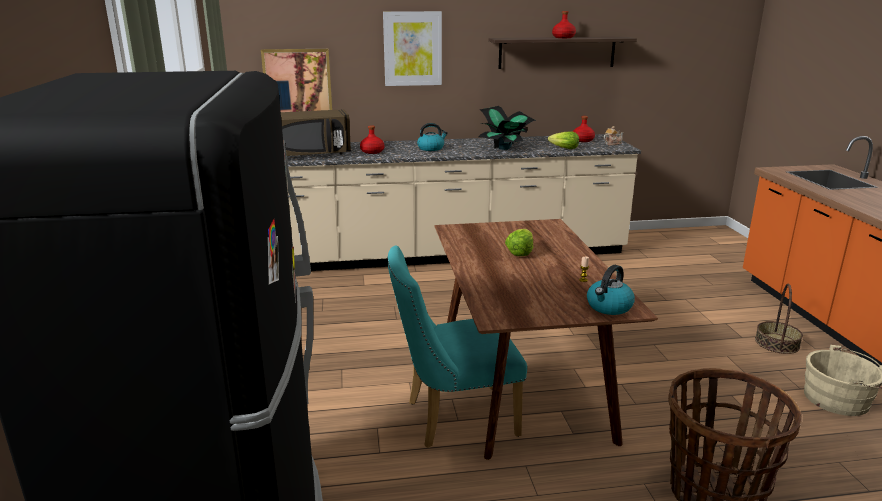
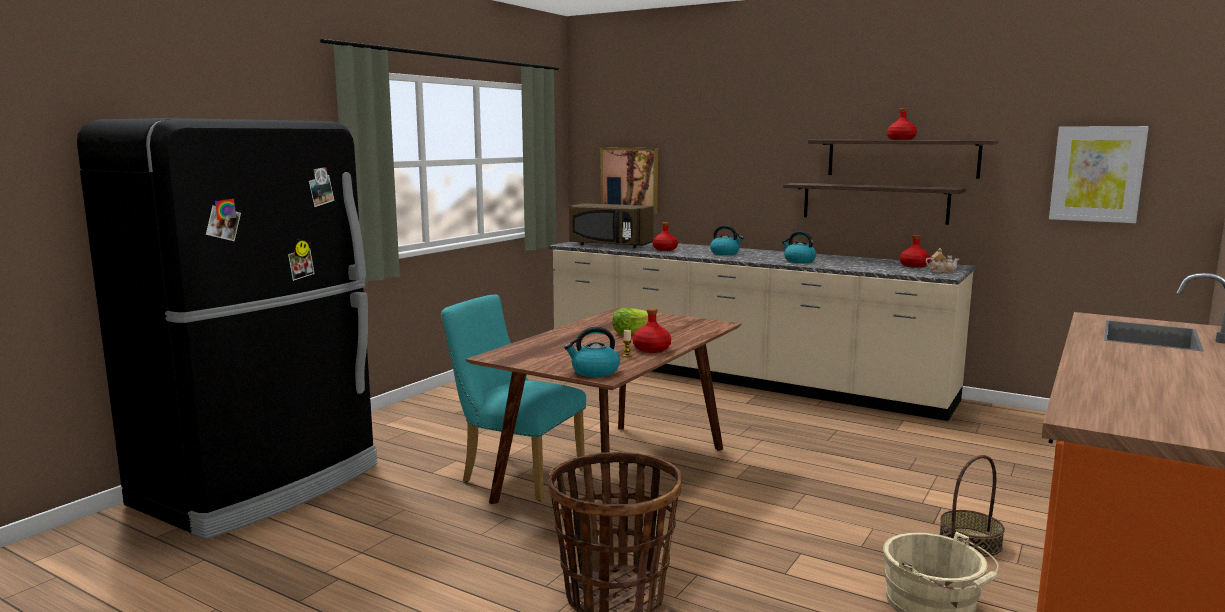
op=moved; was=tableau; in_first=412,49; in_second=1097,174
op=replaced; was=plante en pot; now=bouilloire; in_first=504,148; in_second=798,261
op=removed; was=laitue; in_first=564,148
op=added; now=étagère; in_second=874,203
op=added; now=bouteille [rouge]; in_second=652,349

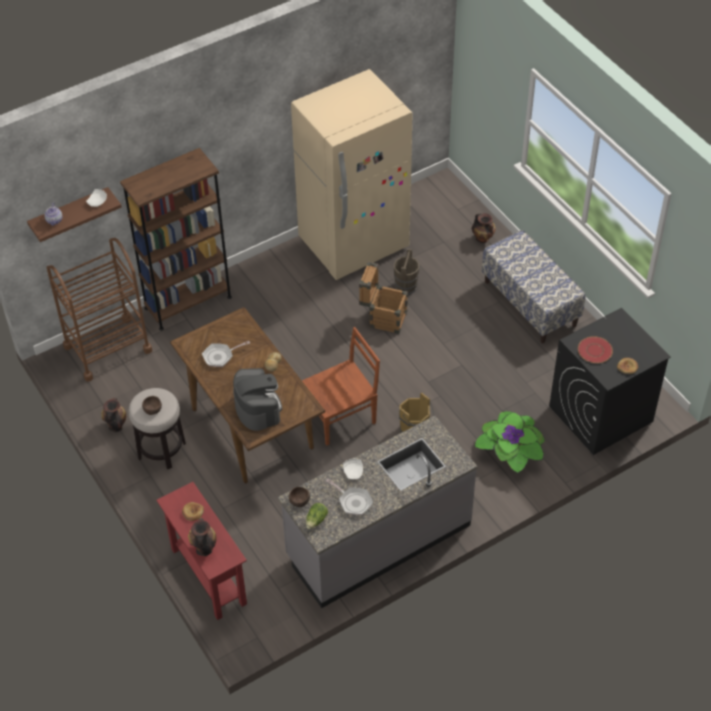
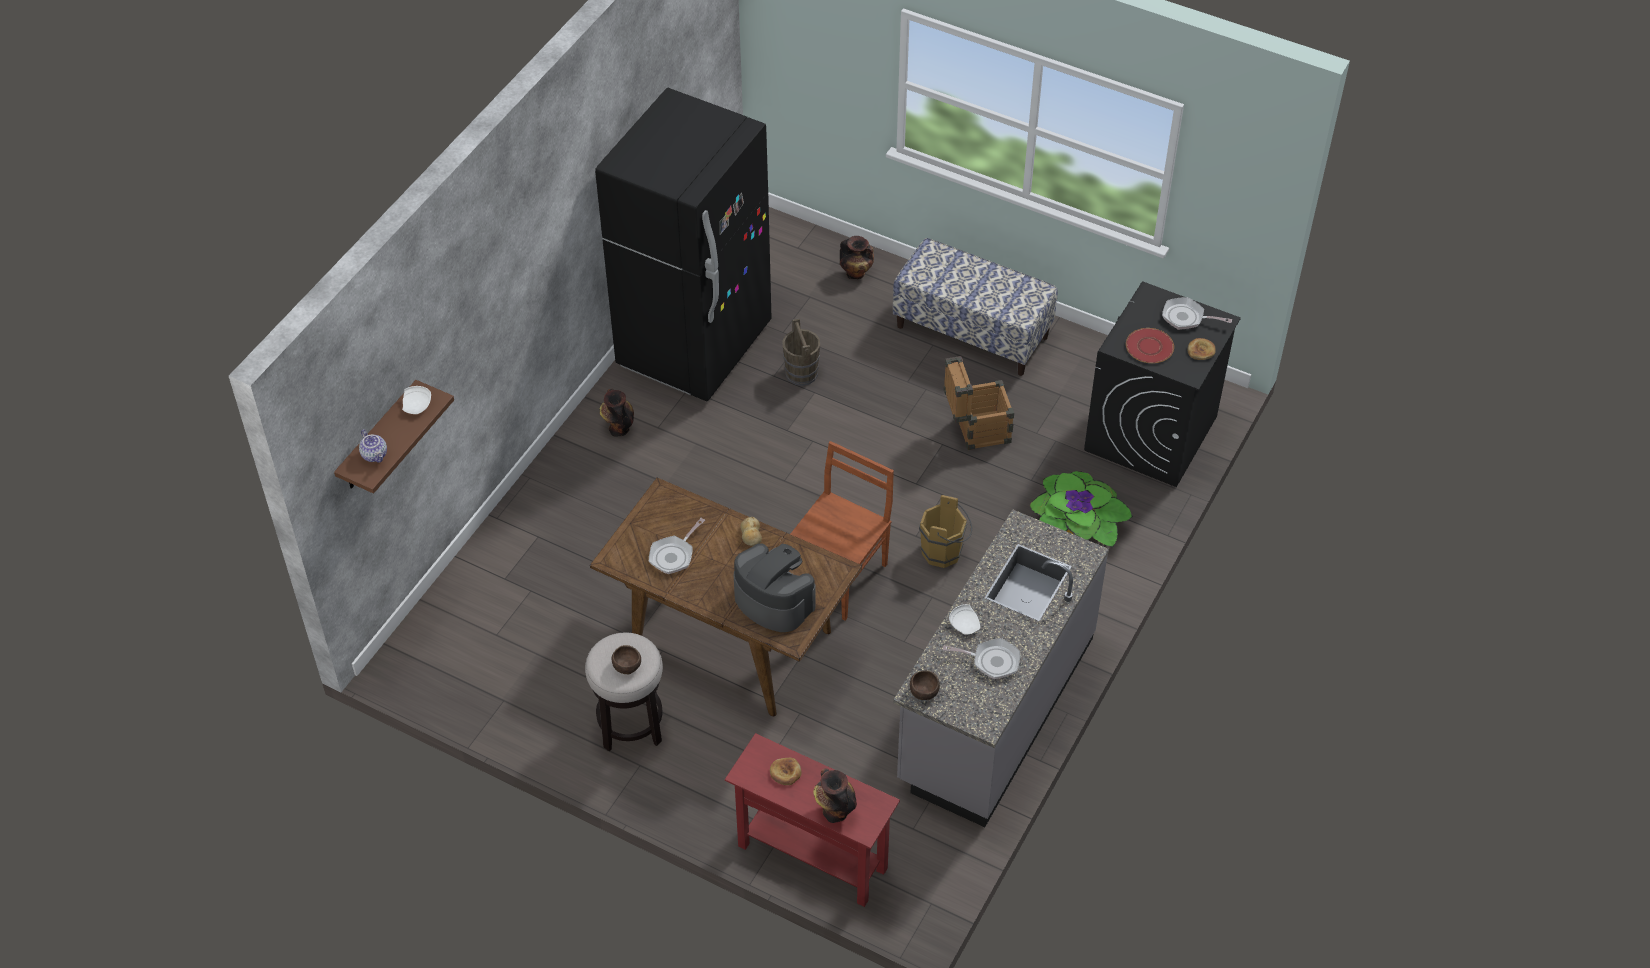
op=recoloured; was=réfrigérateur [beige]; now=réfrigérateur [noir]; in_first=354,244; in_second=694,345
op=removed; was=bibliothèque [marron]; in_first=188,302
op=removed; was=chariot [marron]; in_first=107,348
op=moved; was=caisse; in_first=383,318; in_second=975,431
op=moved; was=vase; in_first=116,425; in_second=618,428
op=removed; was=laitue; in_first=316,520
op=added; now=poêle; in_second=1186,317

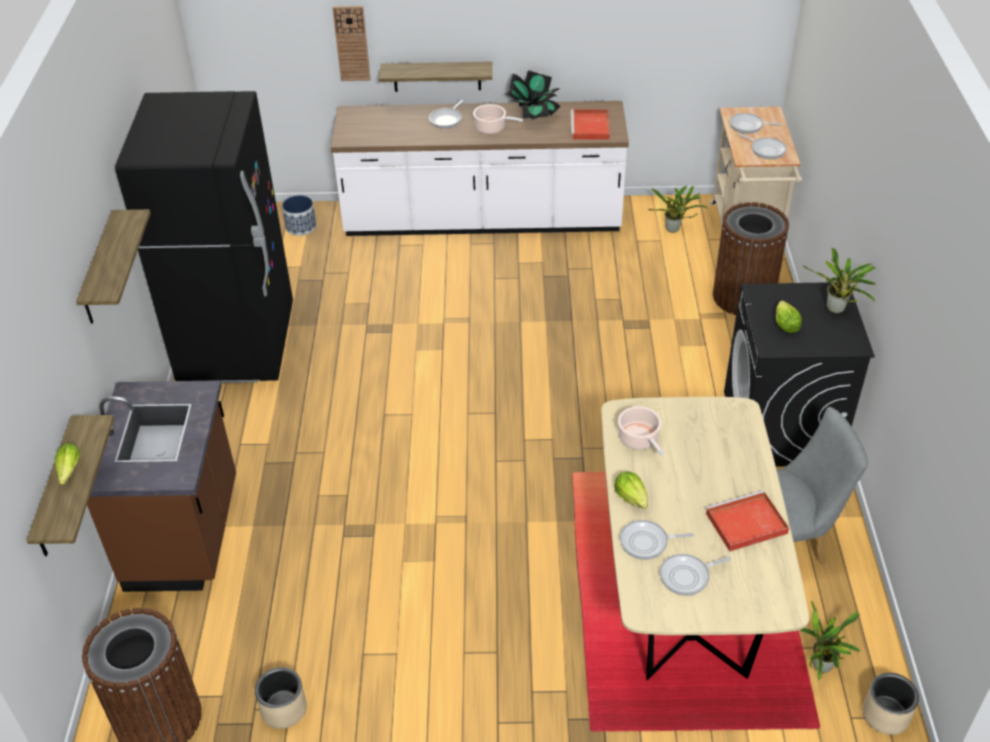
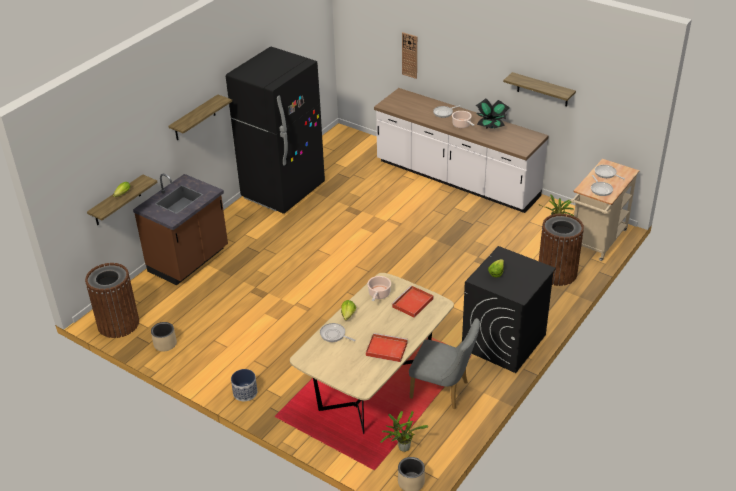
op=moved; was=étagère; in_first=437,76; in_second=542,90
op=moved; was=plateau [rouge]; in_first=590,127; in_second=412,303
op=moved; was=cache-pot; in_first=300,227; in_second=245,392
op=removed; was=plante en pot; in_first=836,310
op=removed; was=poêle; in_first=687,576

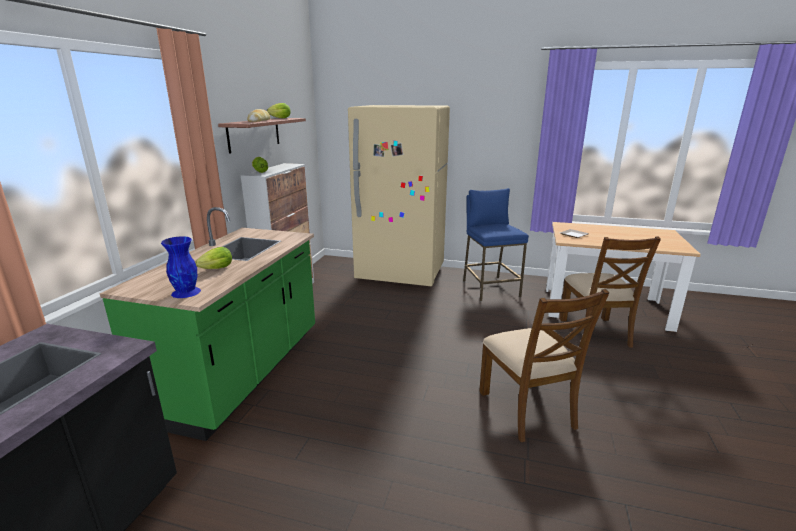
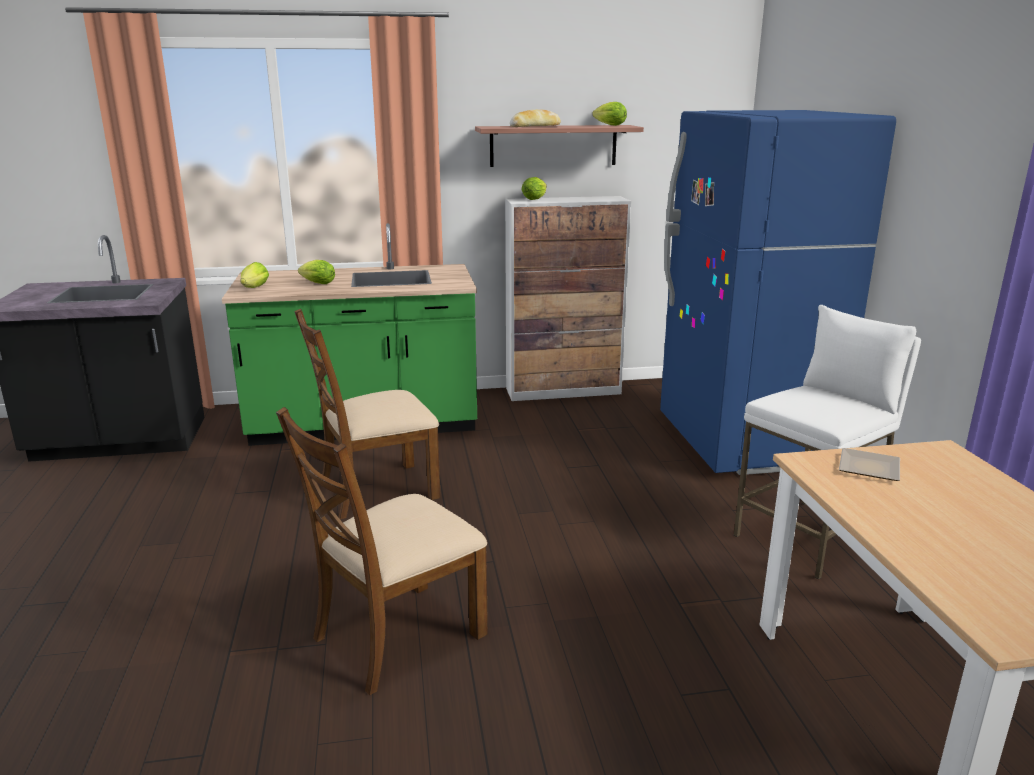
op=recoloured; was=réfrigérateur [beige]; now=réfrigérateur [bleu]; in_first=400,274; in_second=742,442
op=recoloured; was=tabouret [bleu]; now=tabouret [blanc]; in_first=490,288; in_second=809,537
op=replaced; was=vase [bleu]; now=laitue; in_first=186,292; in_second=254,288
op=moved; was=chaise [marron]; in_first=595,332; in_second=376,490

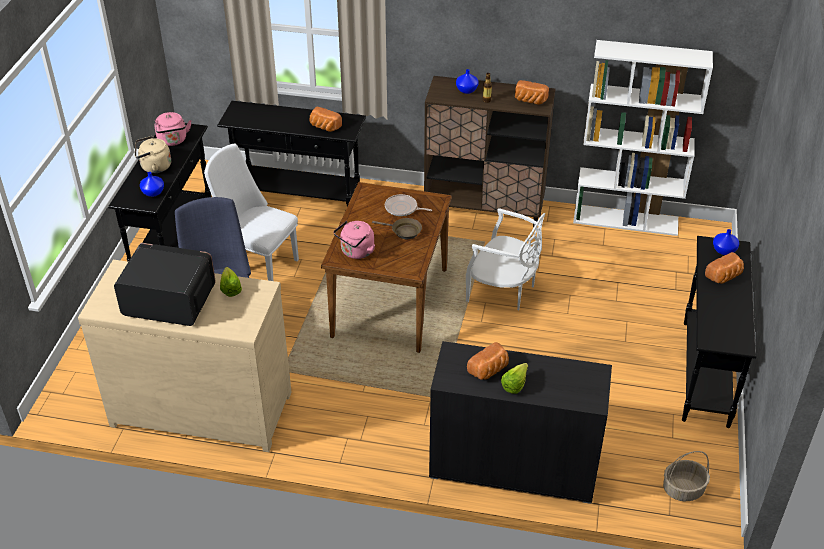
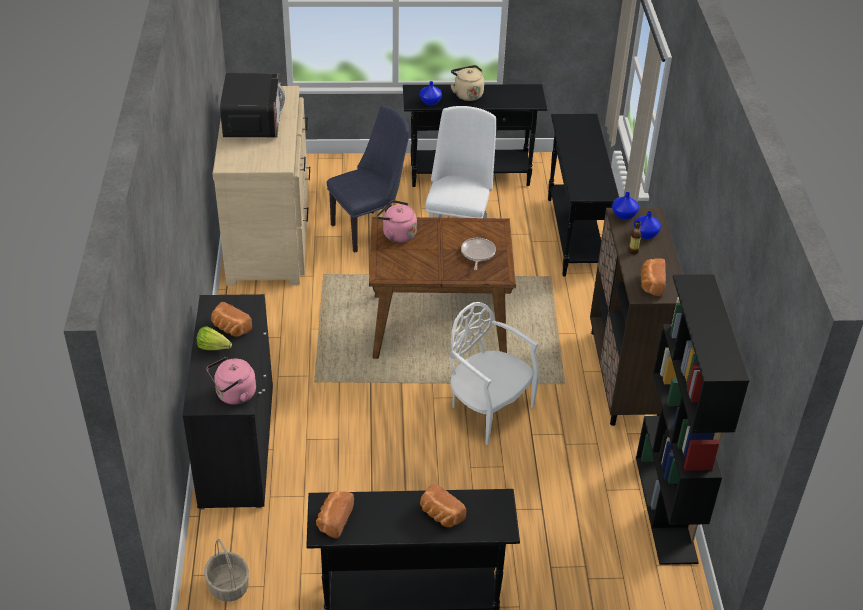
op=recoloured; was=bibliothèque [blanc]; now=bibliothèque [noir]; in_first=626,220; in_second=666,509
op=moved; was=pain; in_first=324,127; in_second=334,520
op=moved; was=bouilloire [rose]; in_first=173,141; in_second=234,395
op=turned; was=chaise [blanc]; in_first=503,291; in_second=488,409; clockwise=120
op=removed; was=poêle [marron]; in_first=404,231
op=moved; was=vase [bleu]; in_first=723,250; in_second=624,215
op=removed; was=laitue; in_first=231,287

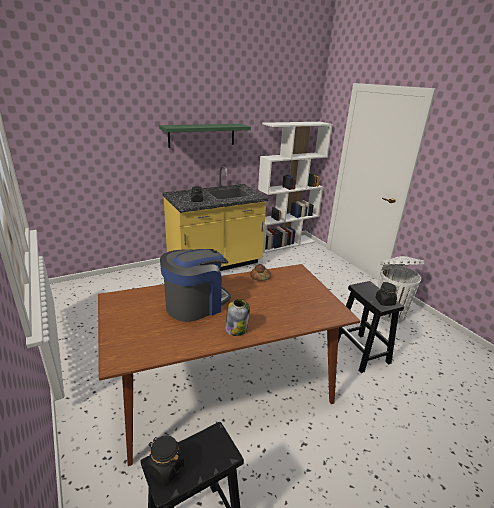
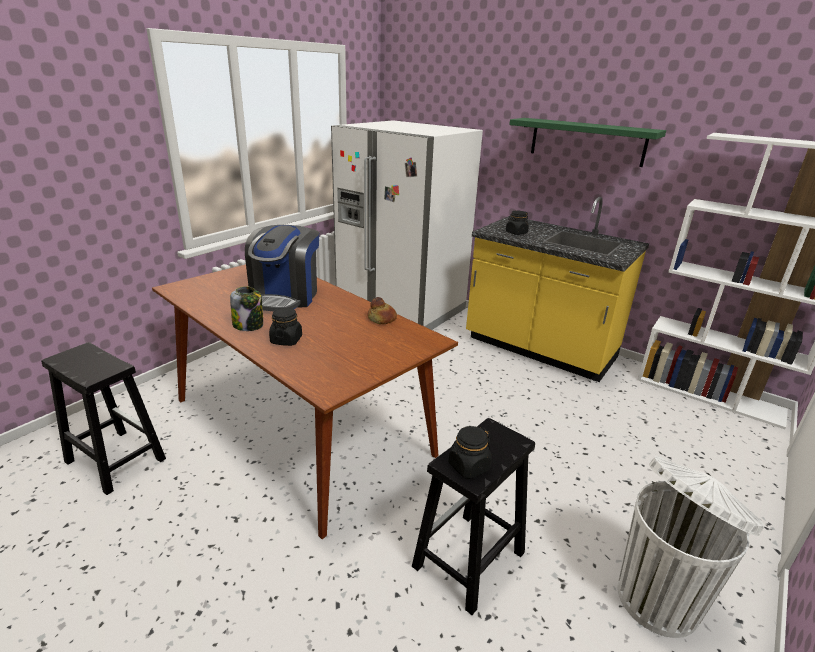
op=turned; was=machine à café; in_first=196,304; in_second=285,297; clockwise=75
op=moved; was=bocal [noir]; in_first=166,468; in_second=286,340
op=added; now=réfrigérateur [blanc]; in_second=401,309

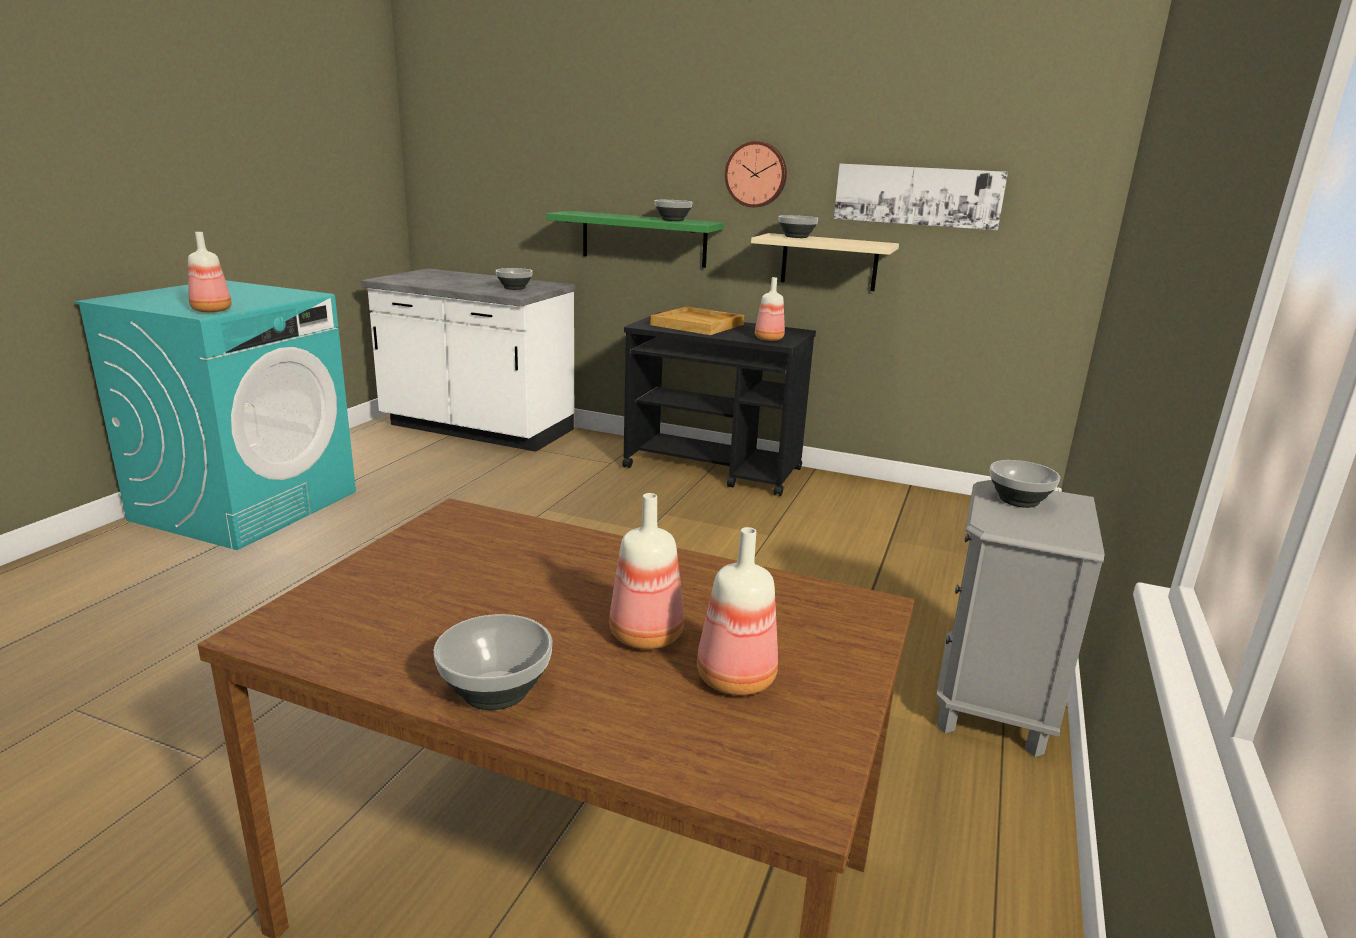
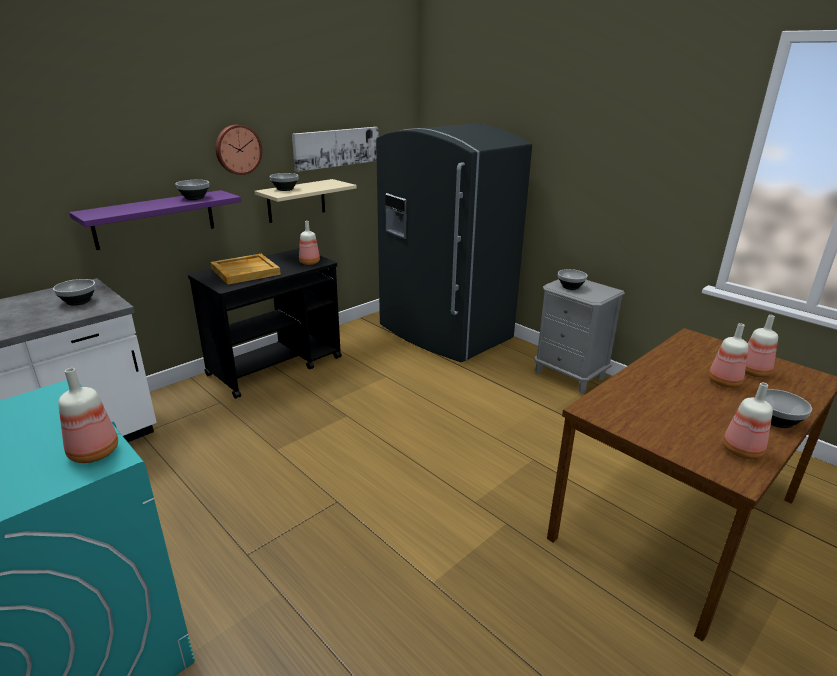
op=recoloured; was=étagère [vert]; now=étagère [violet]; in_first=643,239; in_second=155,219
op=added; now=réfrigérateur [gris]; in_second=443,333
op=added; now=bouteille; in_second=740,451

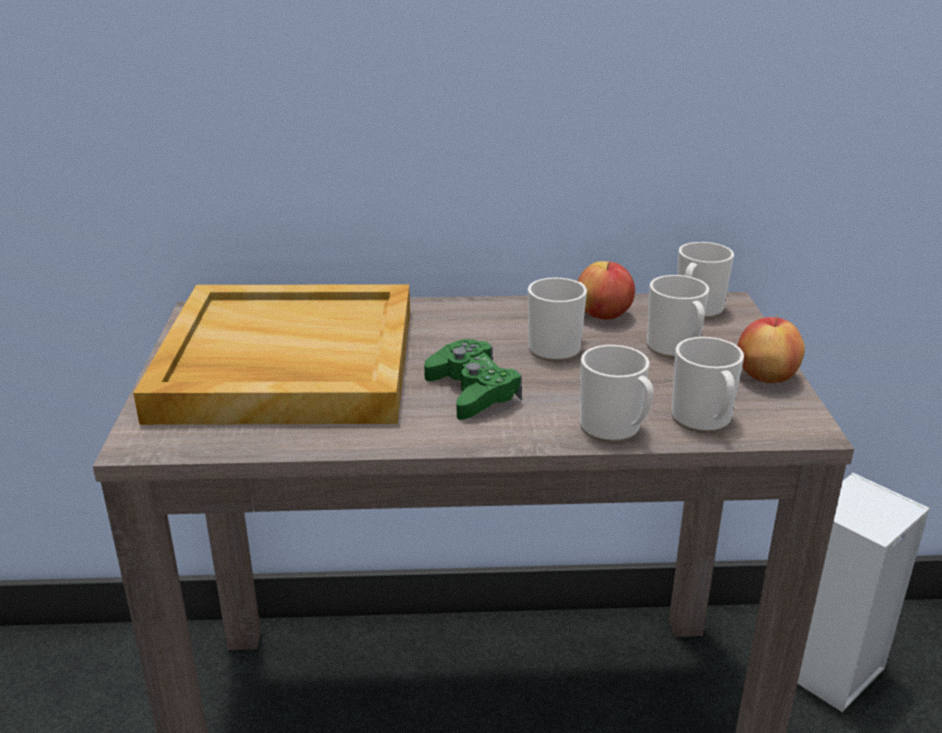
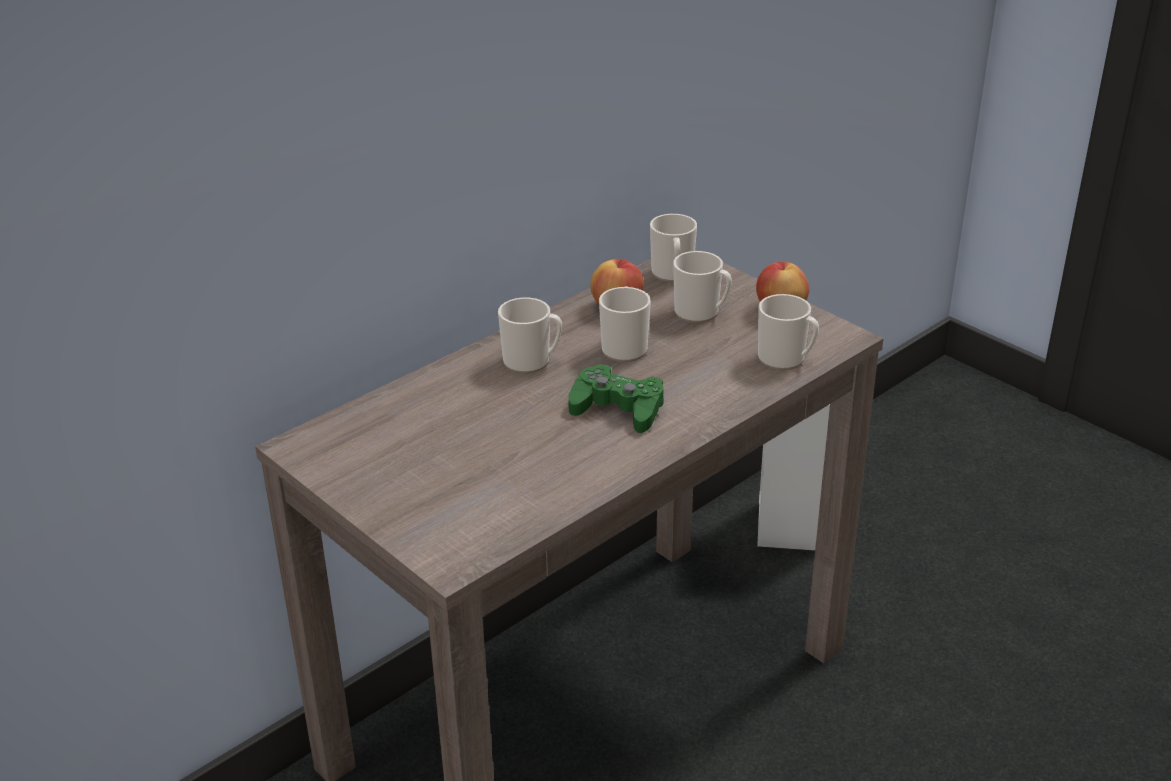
op=removed; was=plateau [beige]; in_first=286,363
op=moved; was=mug; in_first=615,430; in_second=532,361

